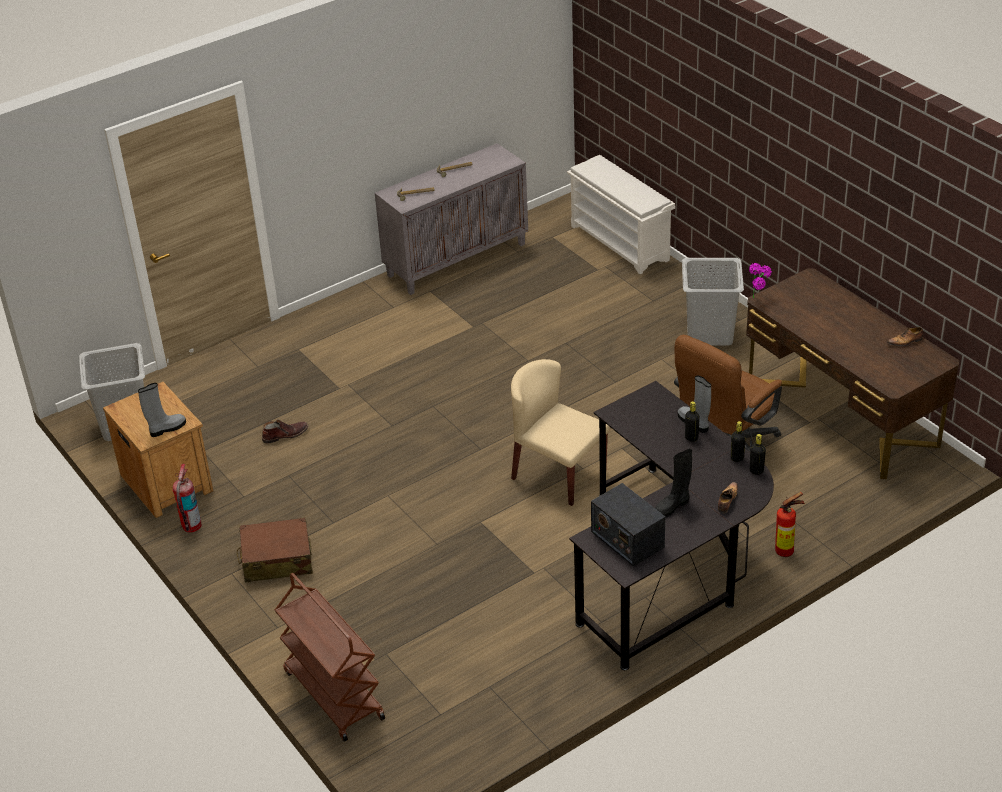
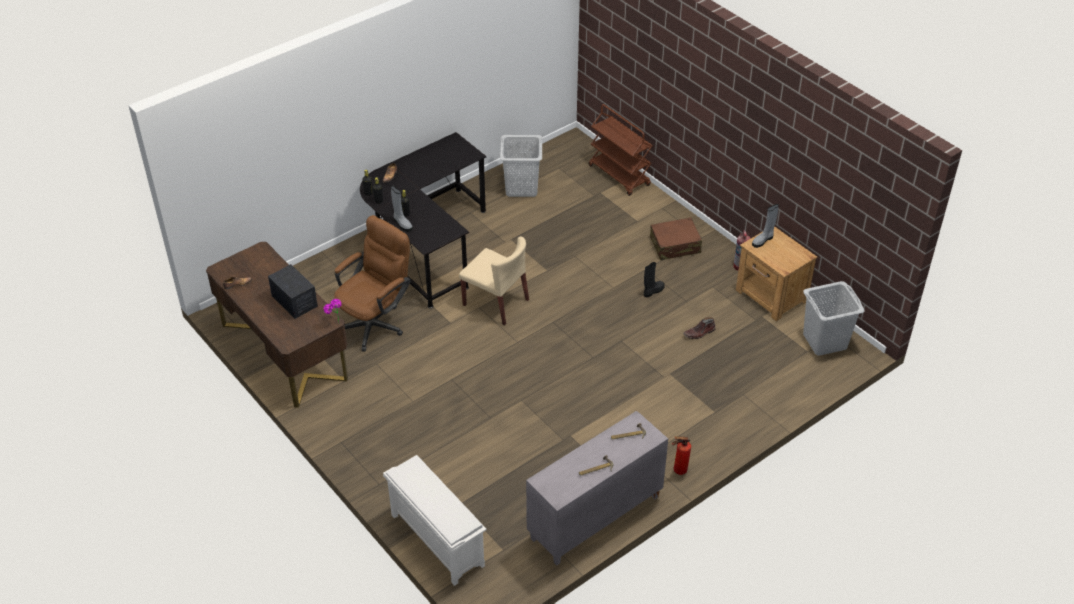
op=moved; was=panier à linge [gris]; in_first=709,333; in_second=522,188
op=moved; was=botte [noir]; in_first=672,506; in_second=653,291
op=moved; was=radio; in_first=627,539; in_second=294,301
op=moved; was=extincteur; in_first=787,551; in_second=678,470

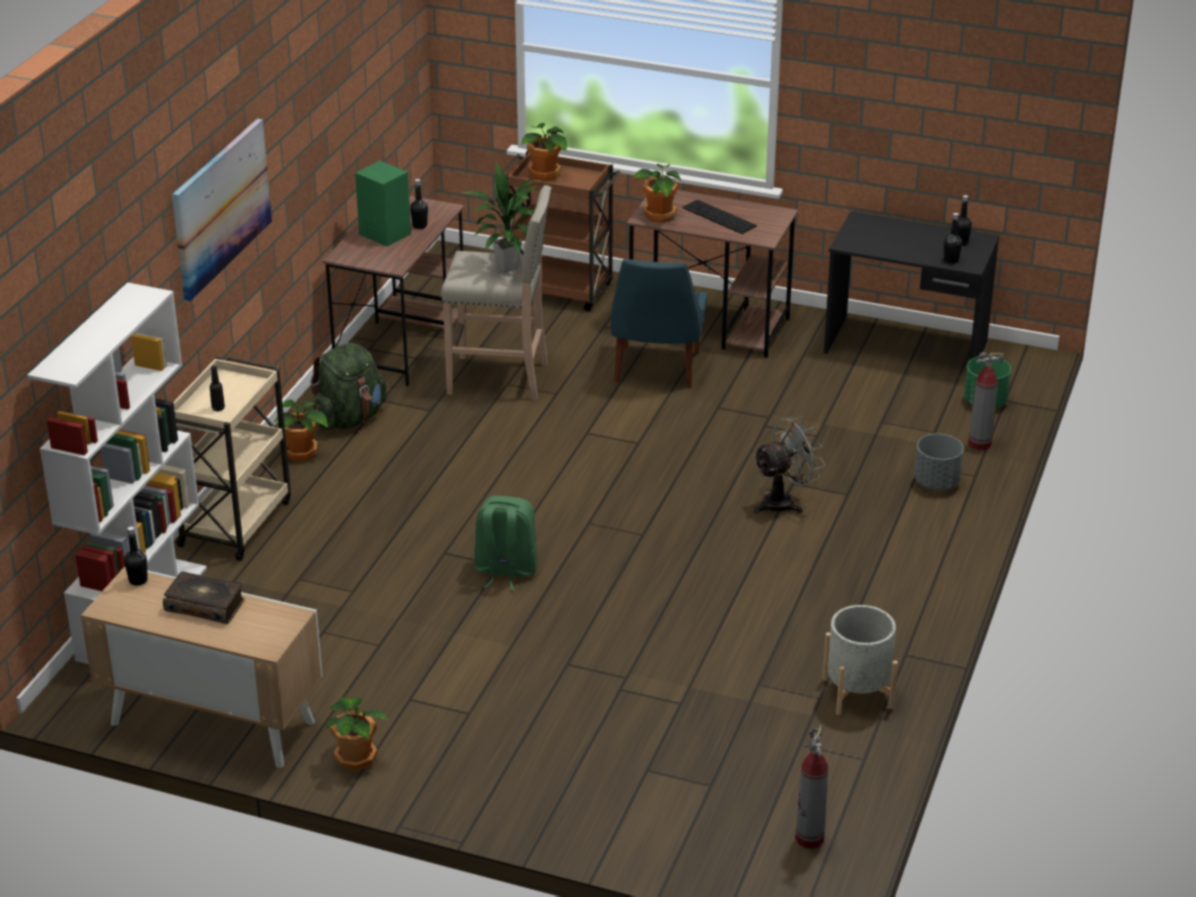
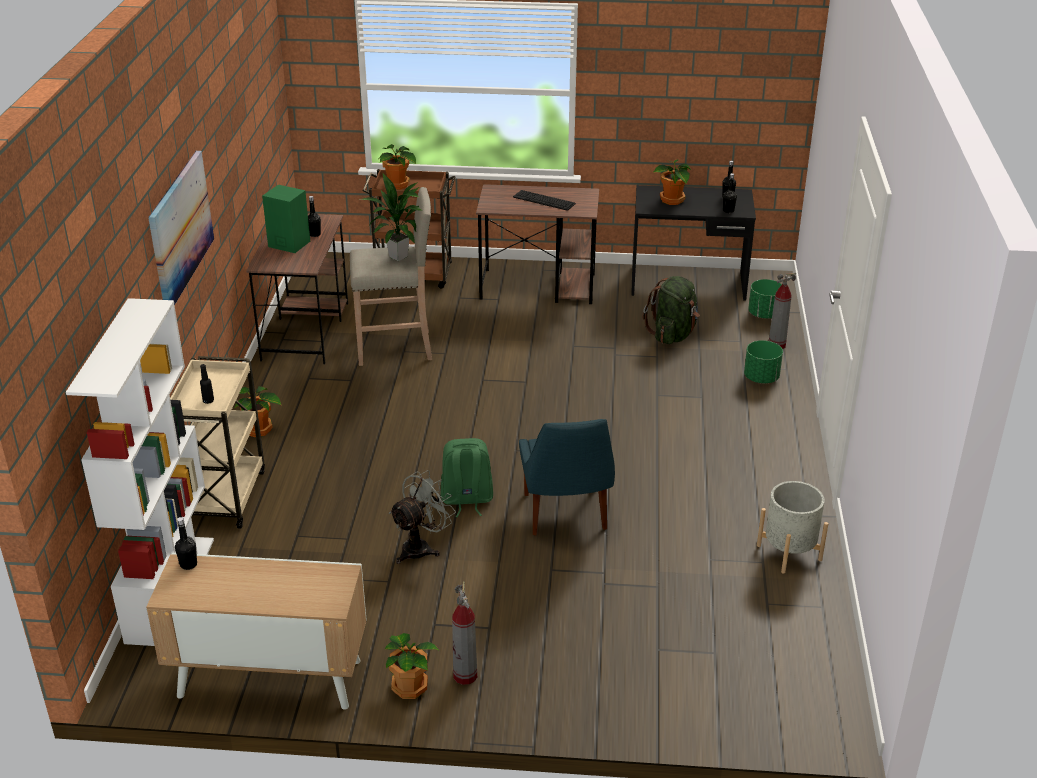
op=moved; was=plante en pot; in_first=659,216; in_second=672,200
op=moved; was=chaise [bleu]; in_first=656,370; in_second=565,514
op=moved; was=sac à dos [vert]; in_first=350,419; in_second=673,334
op=moved; was=ventilateur [gris]; in_first=784,502; in_second=421,547
op=recoloured; was=cache-pot [gris]; now=cache-pot [vert]; in_first=936,482; in_second=761,378
op=removed; was=livre; in_first=205,605
op=moved; was=extincteur; in_first=809,839; in_second=465,676

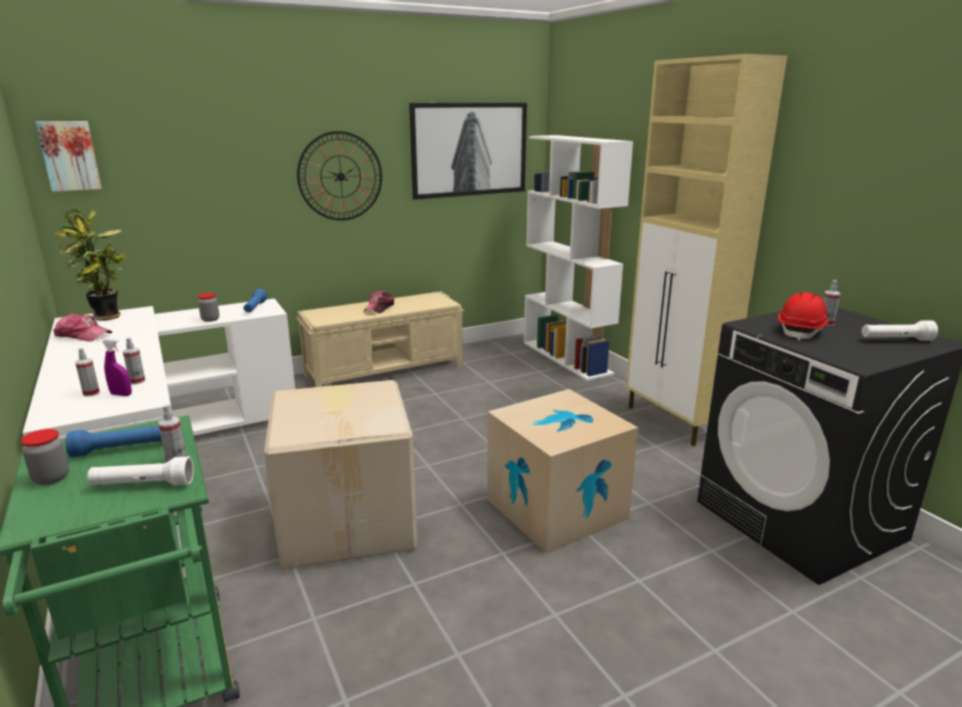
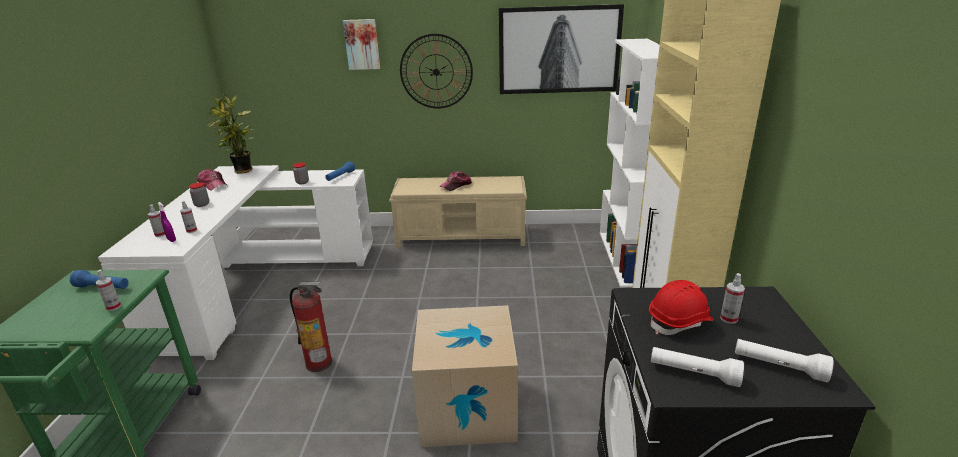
op=moved; was=tableau; in_first=69,156; in_second=362,44
op=replaced; was=carton; now=extincteur; in_first=349,520; in_second=319,363
op=moved; was=bocal; in_first=51,478; in_second=202,204
op=moved; was=lampe de poche [blanc]; in_first=143,485; in_second=693,374

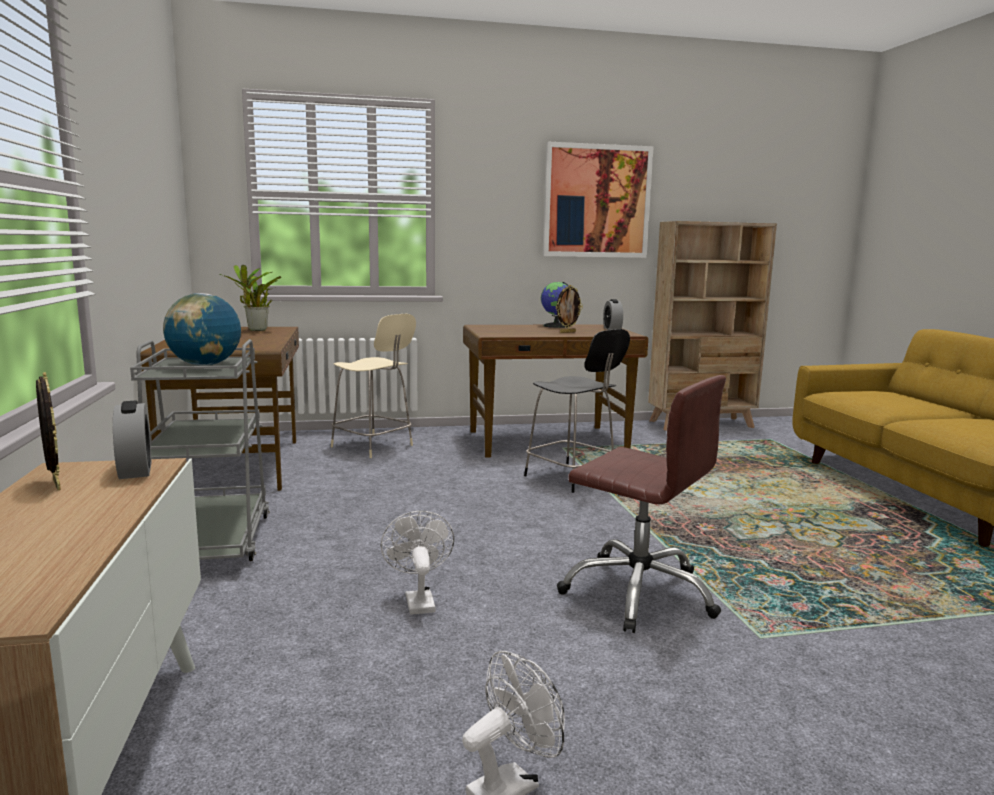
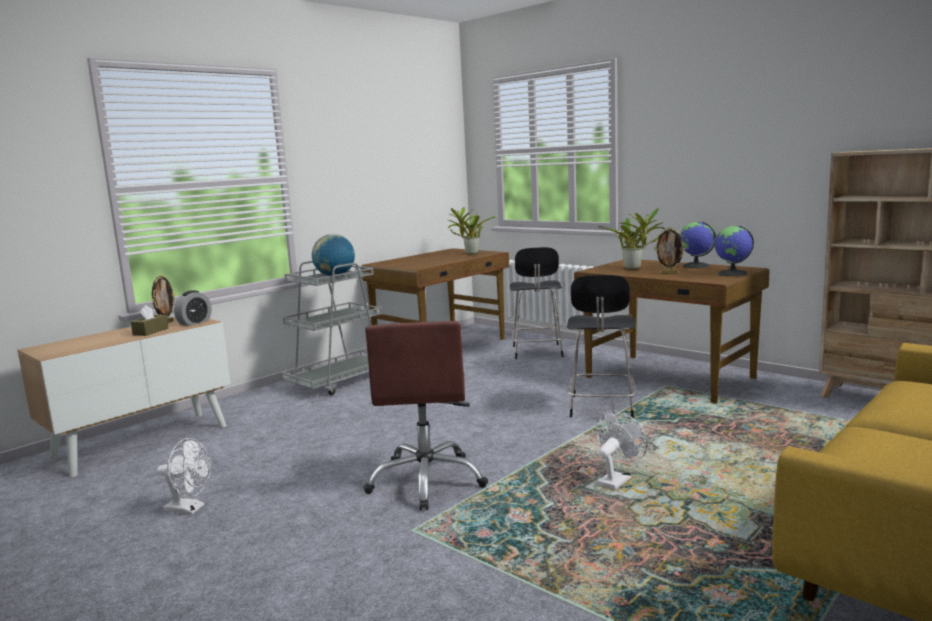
op=removed; was=tableau; in_first=596,201
op=replaced; was=réveil; now=globe; in_first=612,329; in_second=732,274
op=recoloured; was=chaise [beige]; now=chaise [noir]; in_first=374,447; in_second=537,352
op=moved; was=ventilateur [blanc]; in_first=418,600; in_second=617,480
op=added; now=plante en pot; in_second=635,268
op=added; now=boîte à mouchoirs [marron]; in_second=150,331

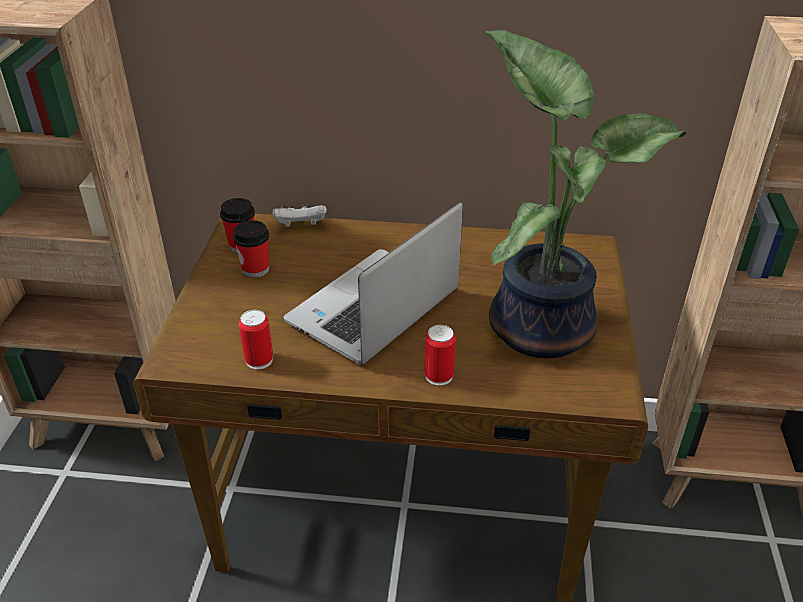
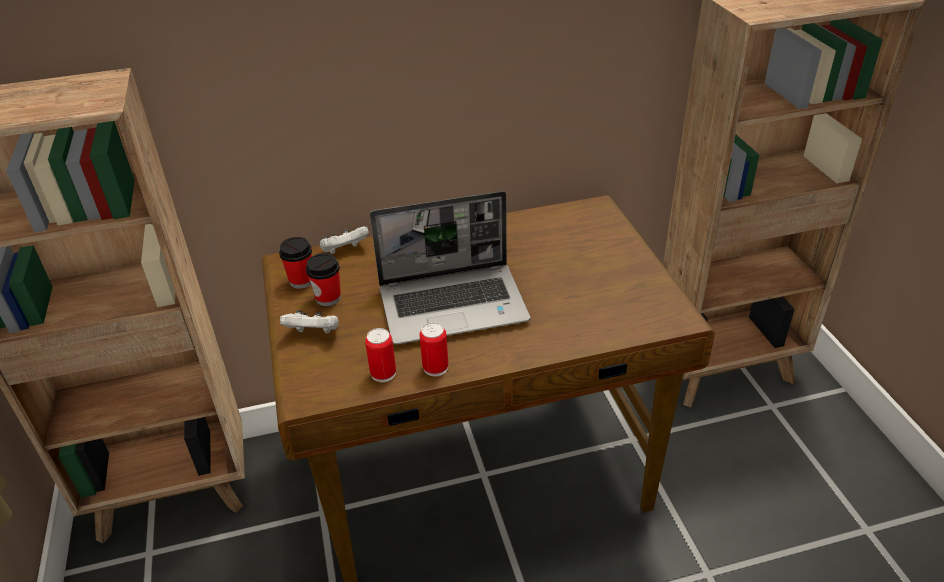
op=removed; was=plante en pot; in_first=542,324
op=turned; was=ordinateur portable; in_first=374,310; in_second=454,304; clockwise=-120
op=moved; was=boîte métallique; in_first=439,376; in_second=435,367
op=added; now=manette [blanc]; in_second=314,333

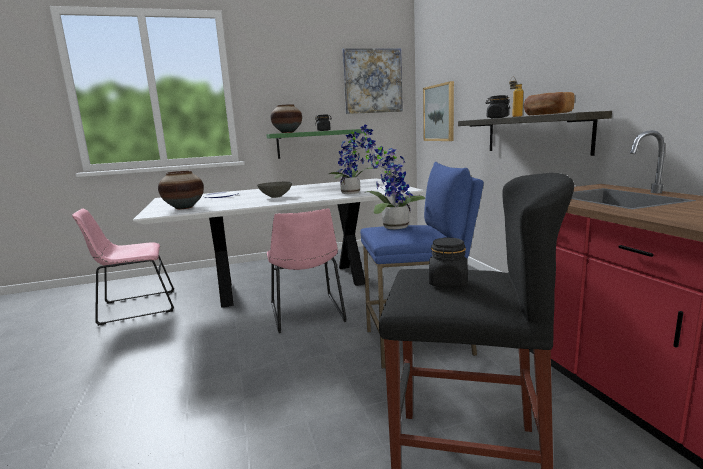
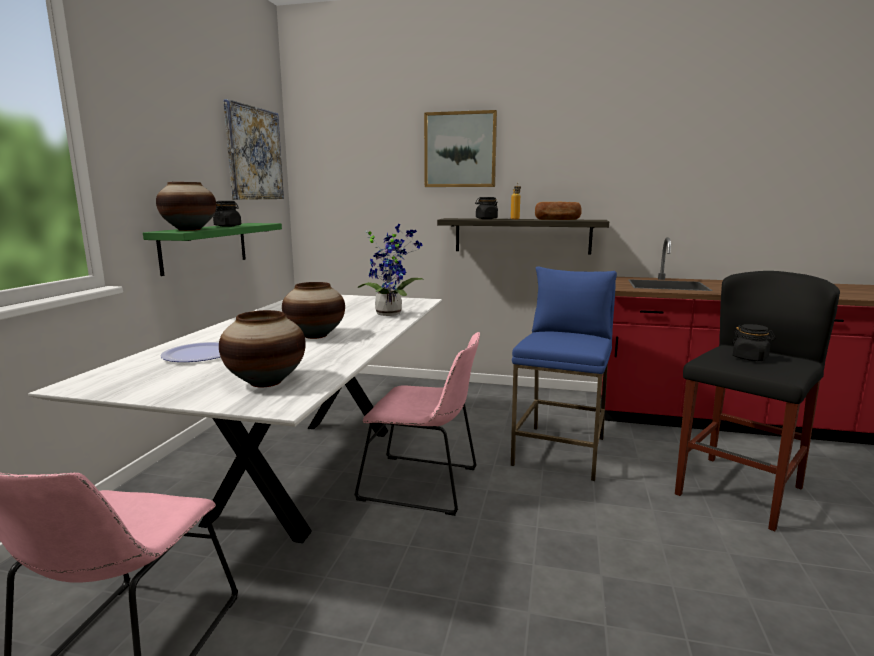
op=moved; was=tableau; in_first=439,113; in_second=460,150
op=removed; was=plante en pot; in_first=392,227
op=replaced; was=bol [gris]; now=vase; in_first=275,196; in_second=315,336

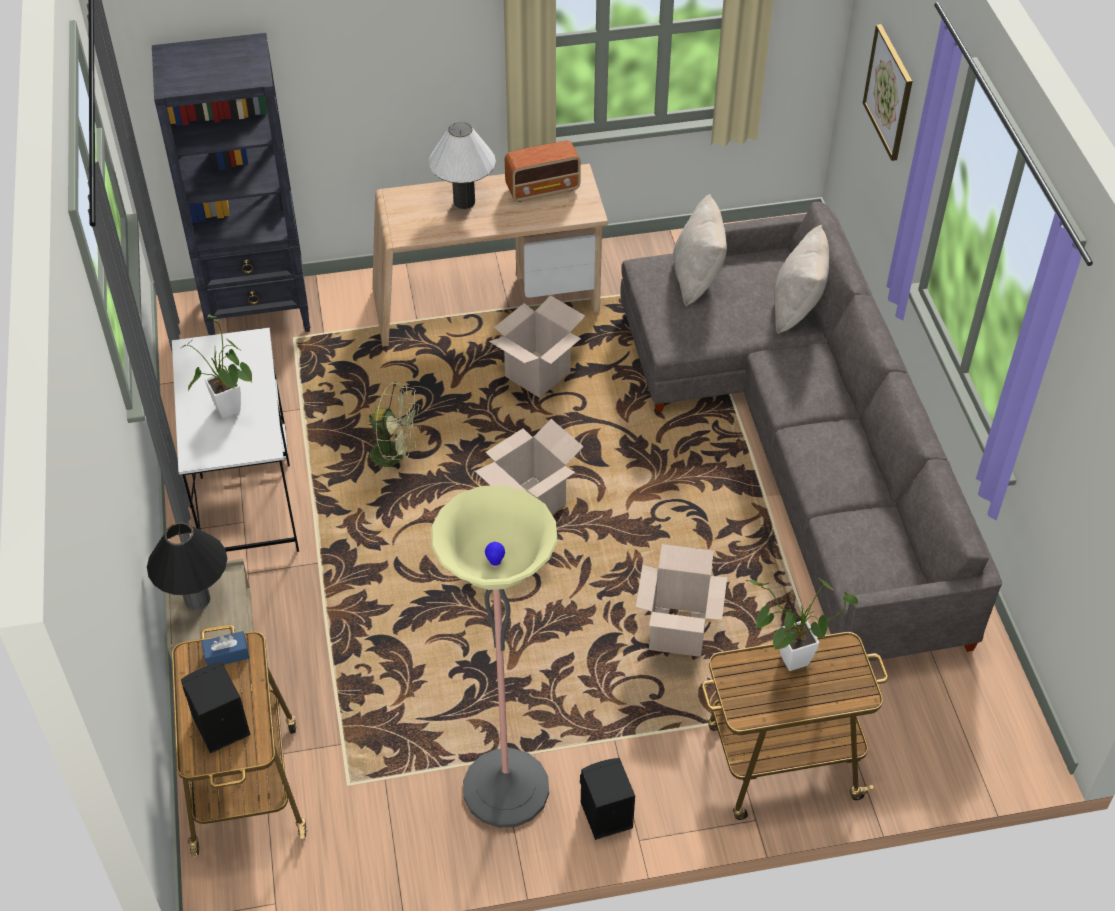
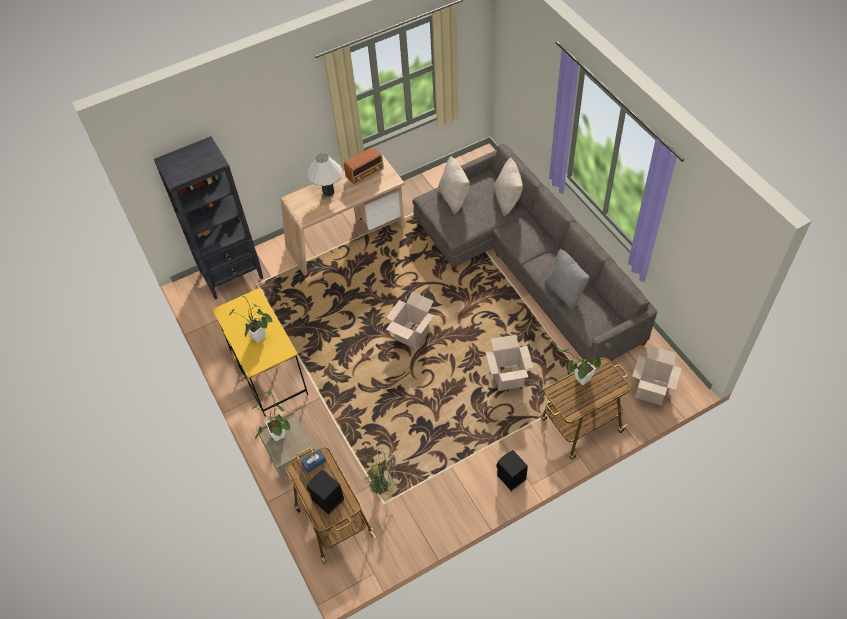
op=removed; was=tableau; in_first=889,92
op=moved; was=carton; in_first=537,375; in_second=651,390
op=recoloured; was=bureau [blanc]; now=bureau [jaune]; in_first=247,492; in_second=268,372
op=moved; was=ventilateur [vert]; in_first=395,455; in_second=384,483
op=removed; was=lampadaire; in_first=506,788
op=replaced; was=lampe de table [noir]; now=plante en pot; in_first=197,599; in_second=279,438
op=added; now=coussin [gris]; in_second=565,292

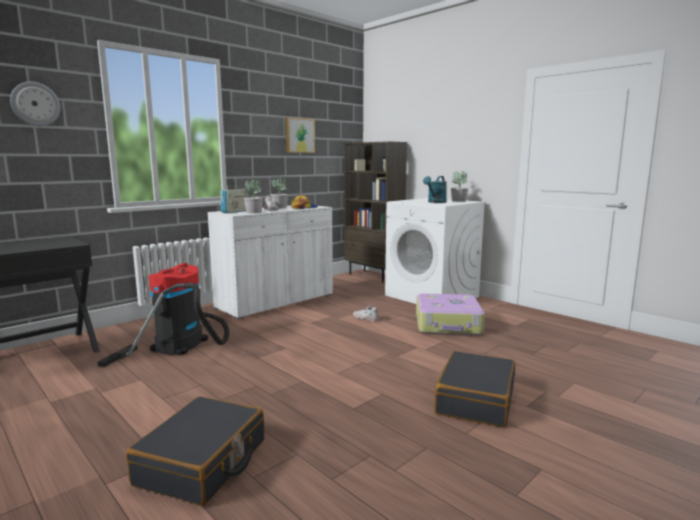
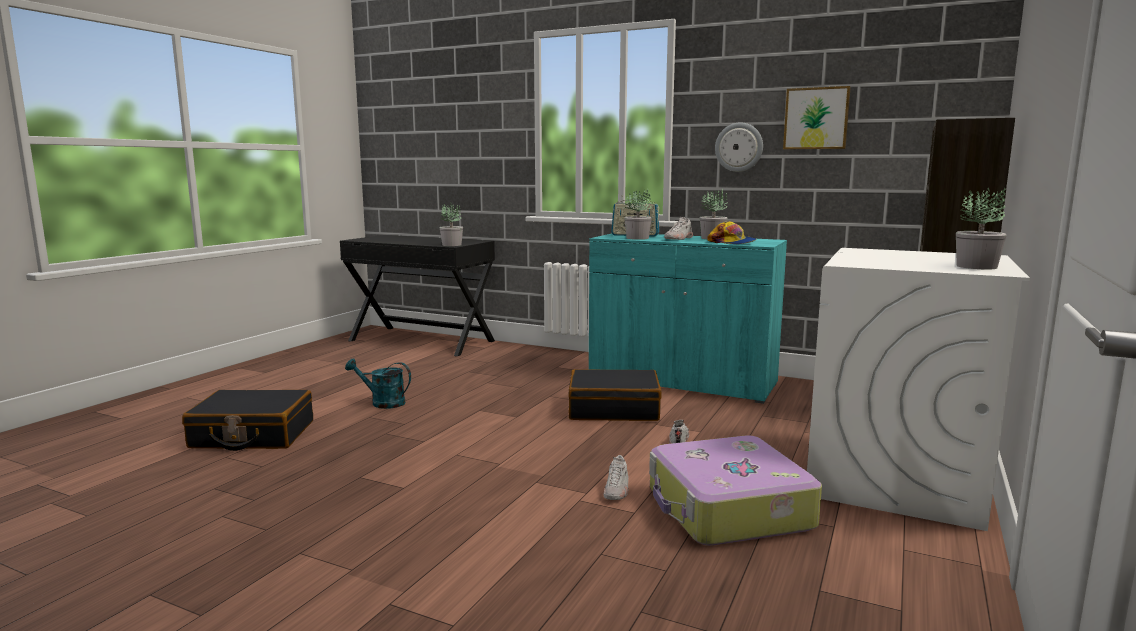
op=moved; was=horloge murale; in_first=35,104; in_second=739,147
op=moved; was=arrosoir [turquoise]; in_first=435,202; in_second=382,403
op=recoloured; was=meuble de rangement [blanc]; now=meuble de rangement [turquoise]; in_first=276,301; in_second=681,382
op=removed; was=aspirateur; in_first=182,342
op=moved; was=valise [noir]; in_first=475,400; in_second=613,409
op=added; now=plante en pot; in_second=451,245
op=added; now=chaussure [blanc]; in_second=617,490

